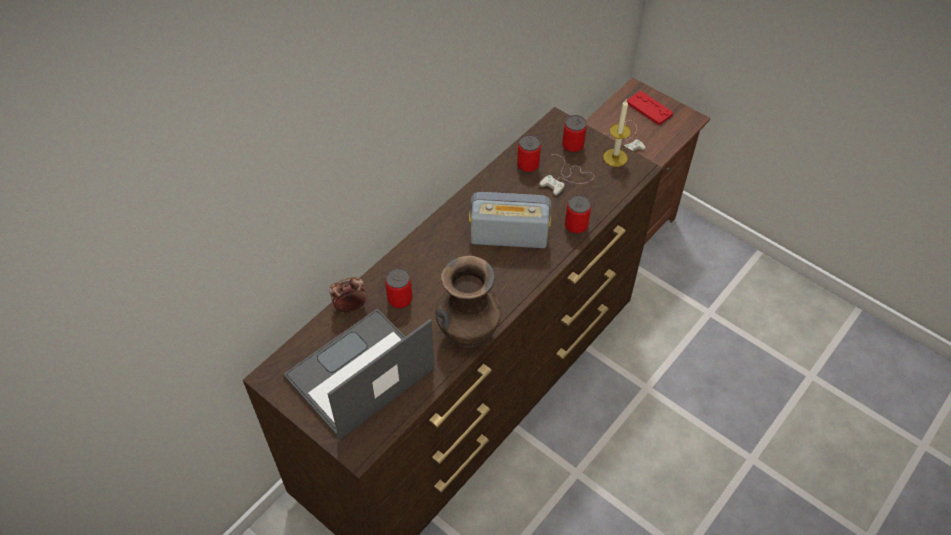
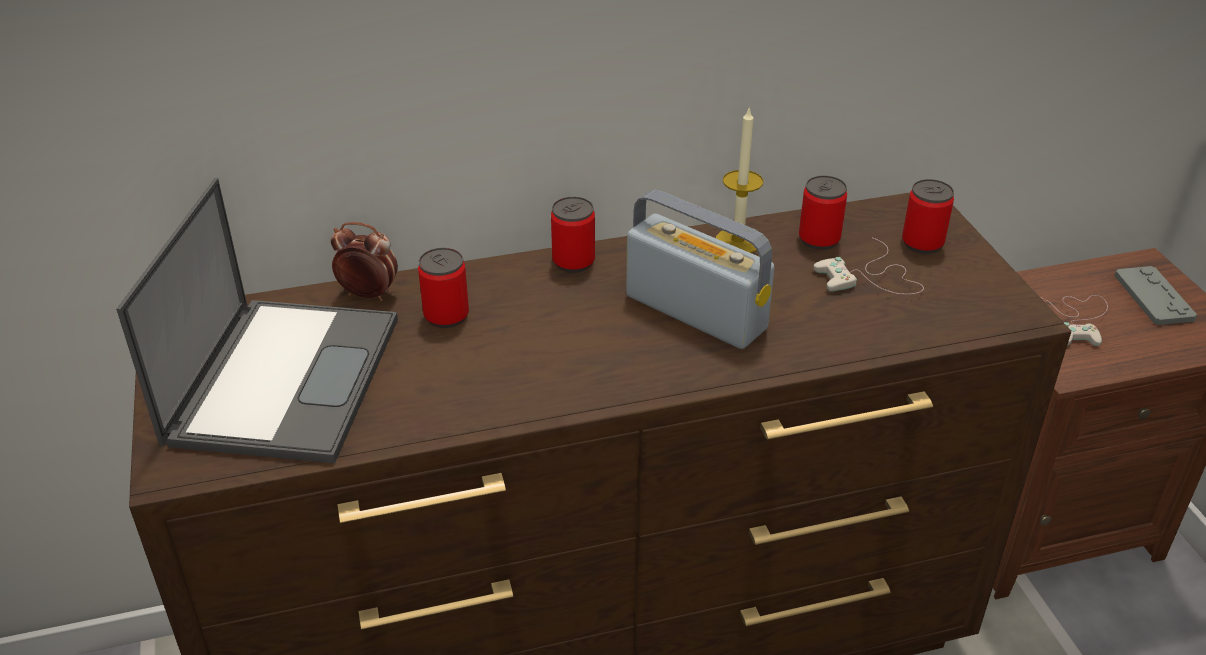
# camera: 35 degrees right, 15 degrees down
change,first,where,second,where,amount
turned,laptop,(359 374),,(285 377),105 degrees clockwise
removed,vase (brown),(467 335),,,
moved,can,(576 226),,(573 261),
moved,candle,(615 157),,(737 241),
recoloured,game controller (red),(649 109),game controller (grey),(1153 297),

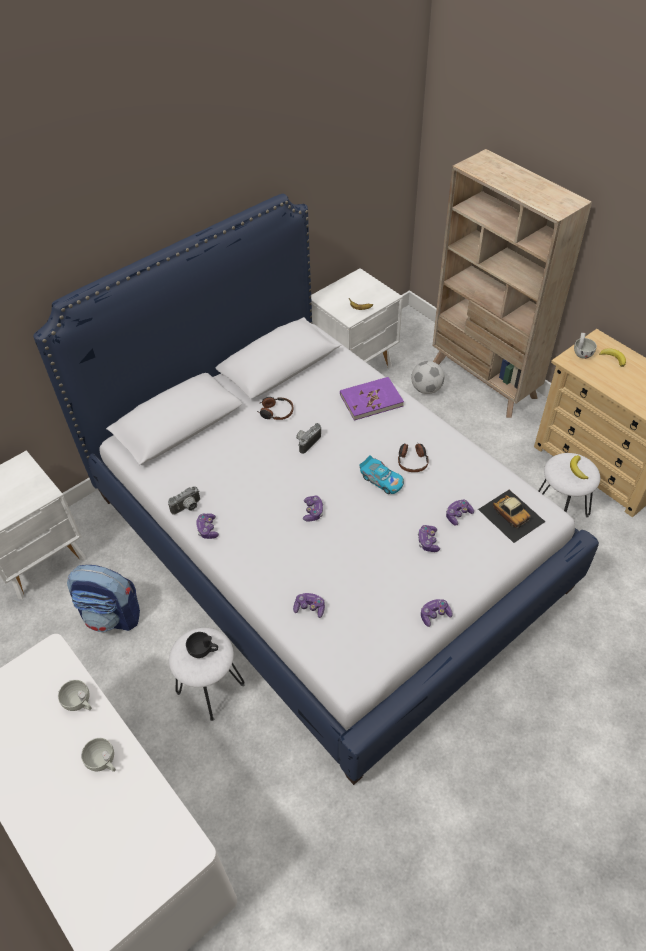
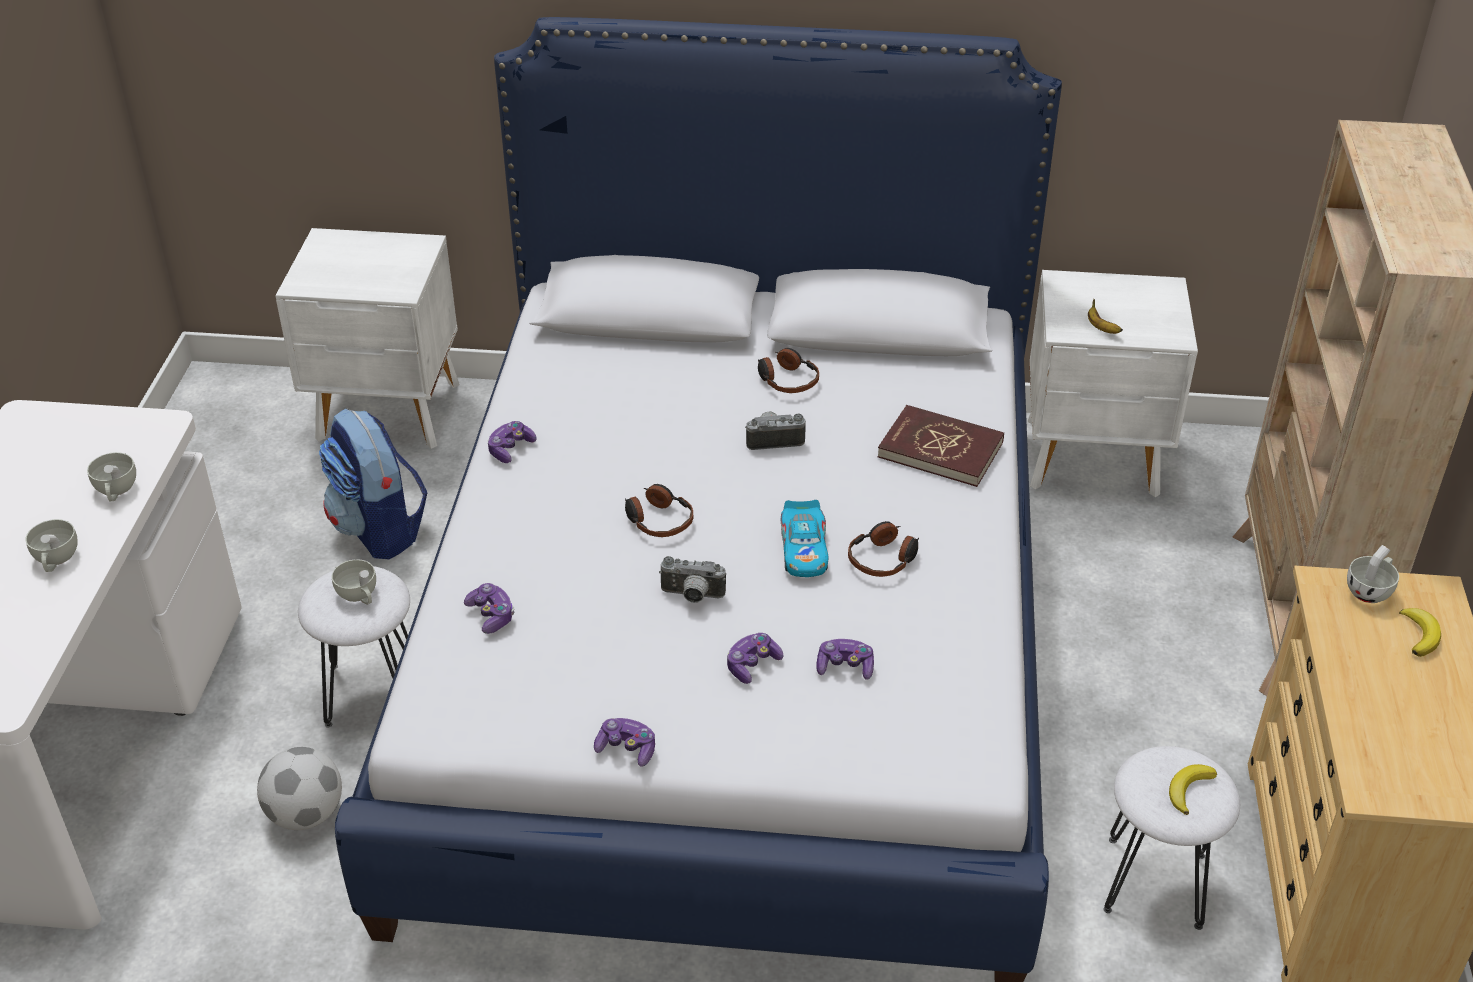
# camera: 45 degrees right, 10 degrees down
change,first,where,second,where,amount
moved,photo camera,(187 508),,(692 596),
recoloured,cup (black),(203 650),cup (white),(359 596),
replaced,game controller,(313 511),headphones,(658 520),
recoloured,book (purple),(371 400),book (red),(940 450),
moved,football,(426 389),,(306 814),
removed,toy car,(511 515),,,

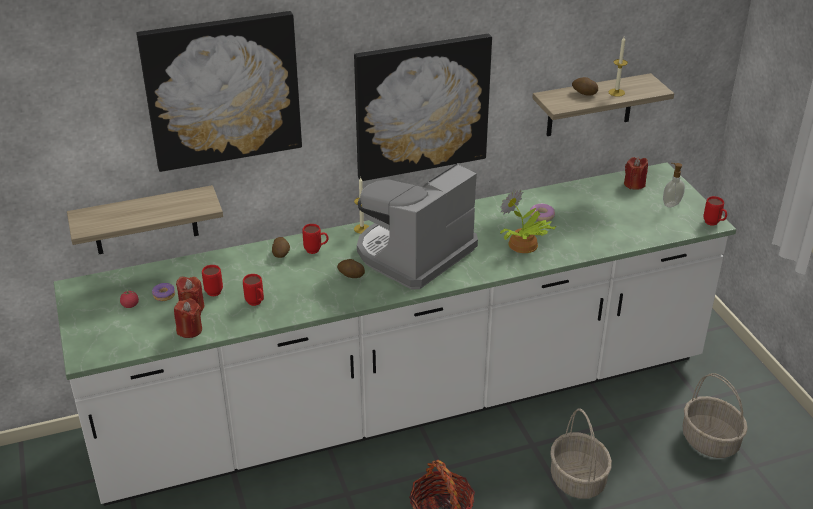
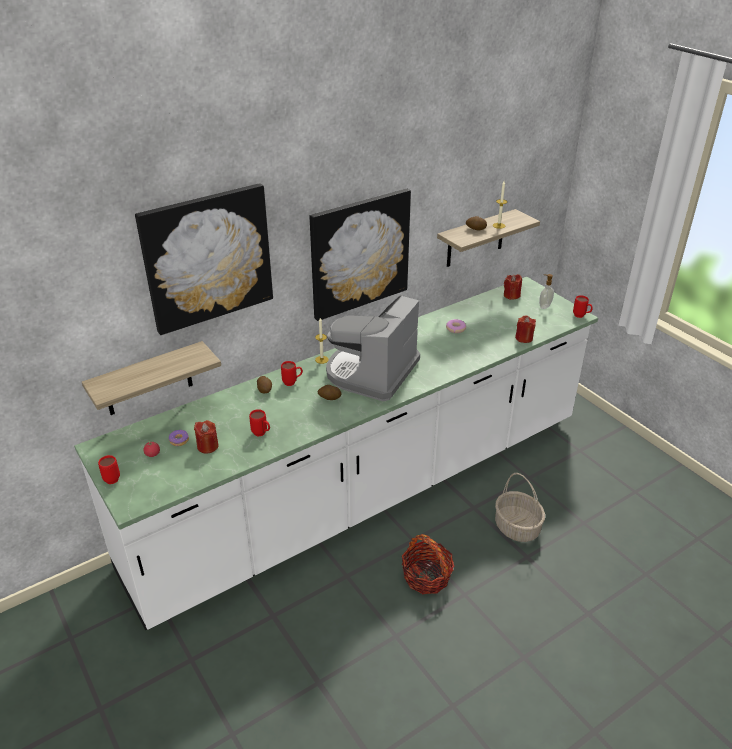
# camera: 15 degrees left, 0 degrees up
change,first,where,second,where,amount
moved,candle (red),(189 330),,(524 338),
moved,mug (red),(213 290),,(111 478),
removed,potted plant,(523 245),,,
removed,basket,(710 441),,,

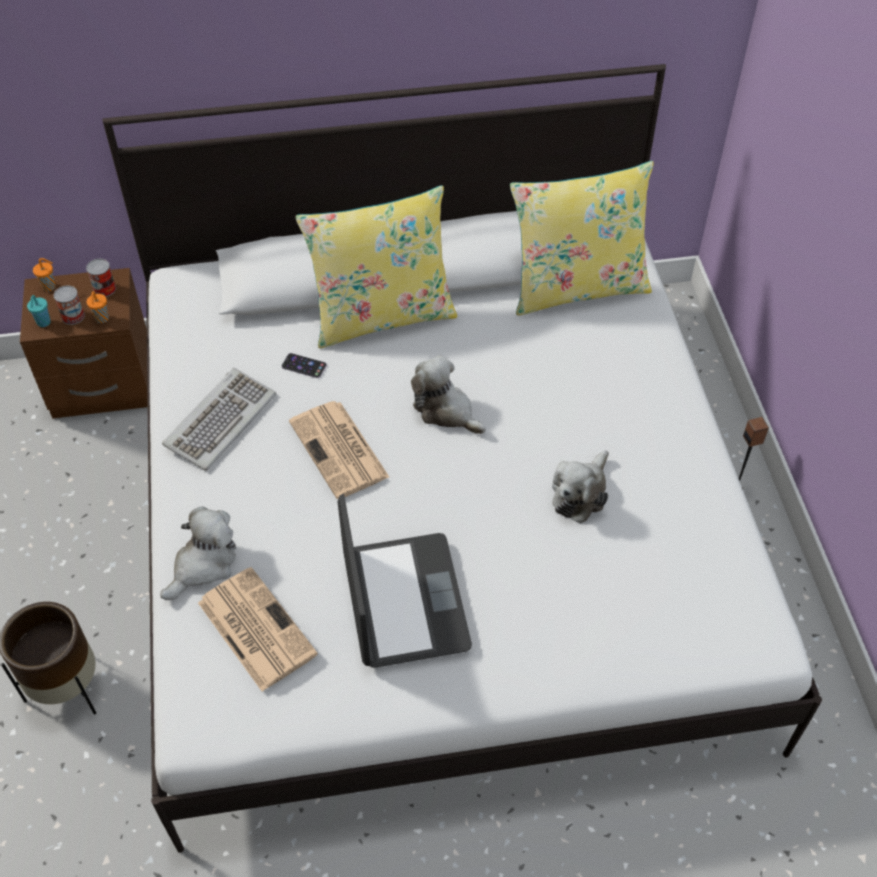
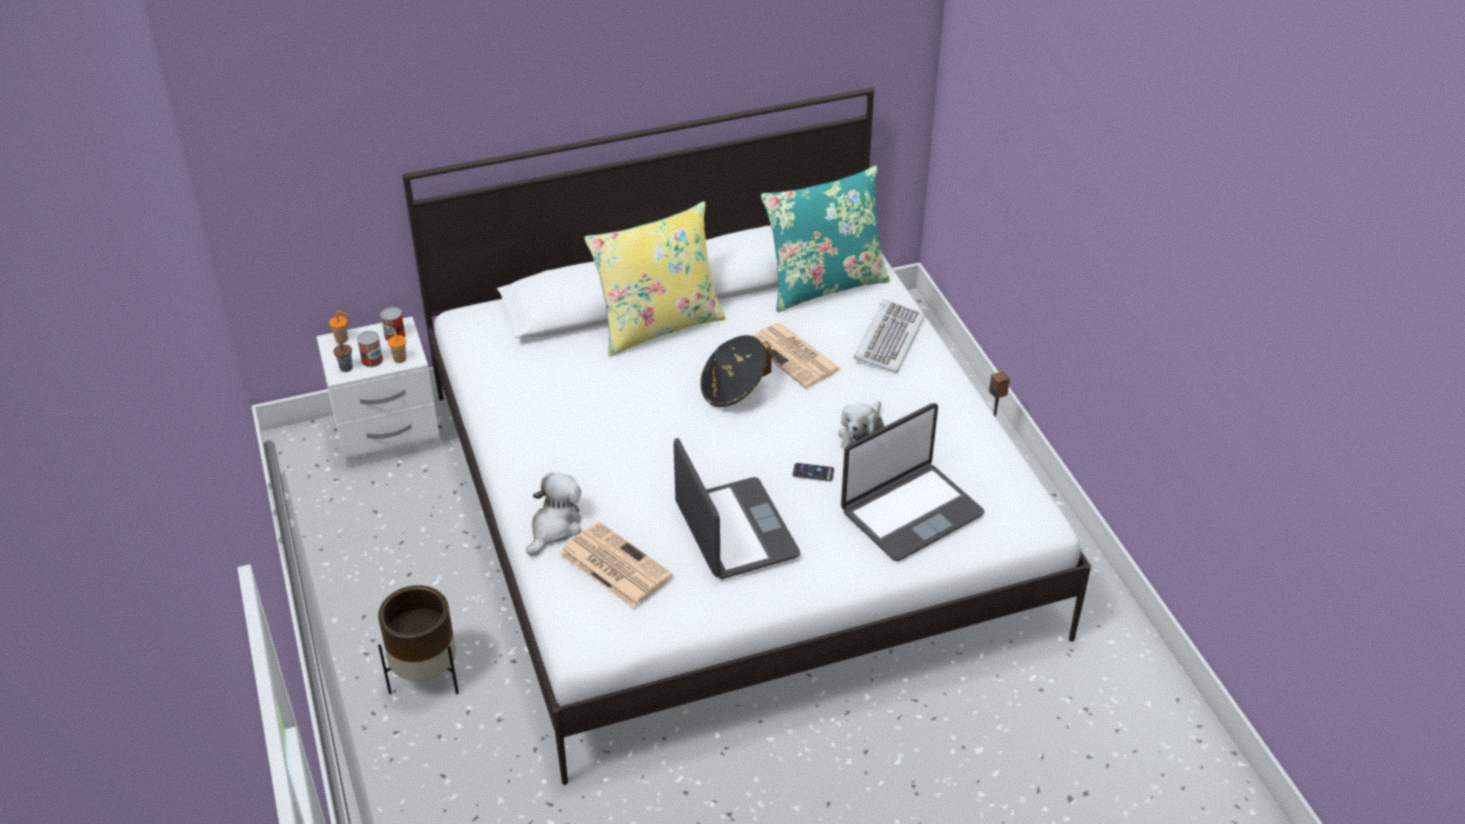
# camera: 10 degrees left, 10 degrees down
change,first,where,second,where,amount
recoloured,nightstand (brown),(103 386),nightstand (white),(388 436),
recoloured,cup (turquoise),(43 323),cup (brown),(346 369),
moved,keyboard,(220 421),,(888 339),
moved,phone,(304 366),,(813 472),
moved,newspaper,(340 450),,(795 356),
replaced,plush toy,(446 410),hat (black),(734 390),
recoloured,pillow (yellow),(577 287),pillow (turquoise),(824 285),
added,,,laptop,(910 512),

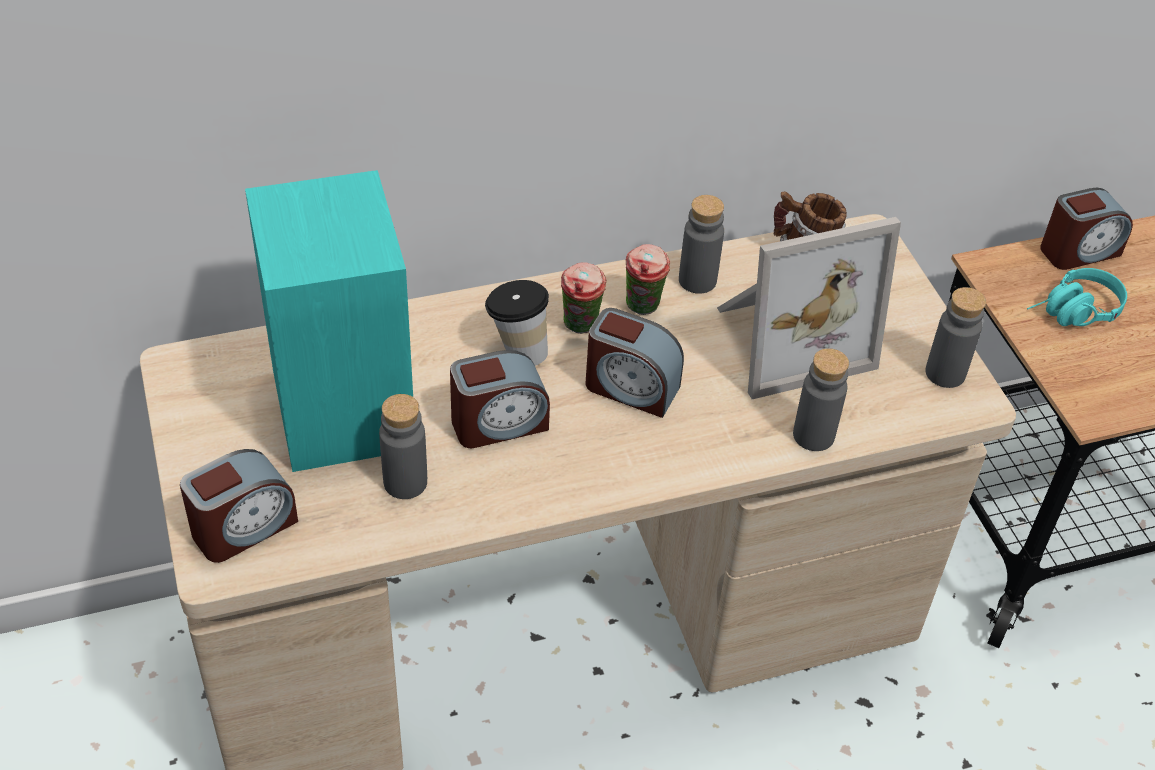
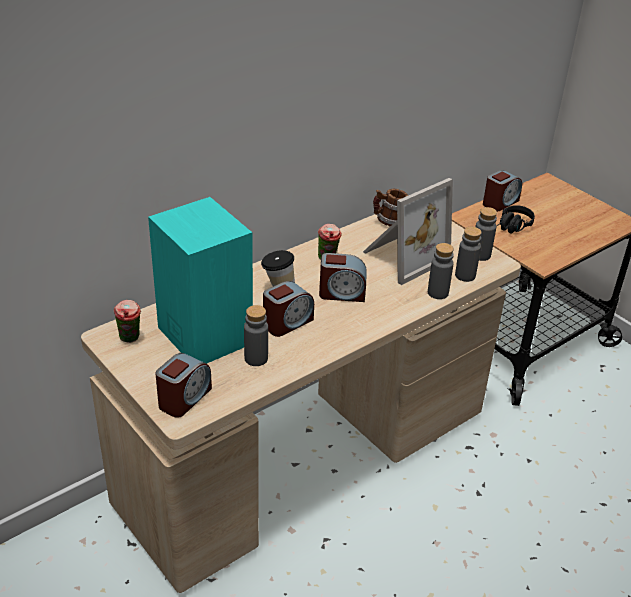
# camera: 20 degrees left, 10 degrees down
change,first,where,second,where,amount
moved,cup,(581 327),,(130 339),
moved,bottle (grey),(697 280),,(465 275),
recoloured,headphones (turquoise),(1072 314),headphones (black),(511 228),

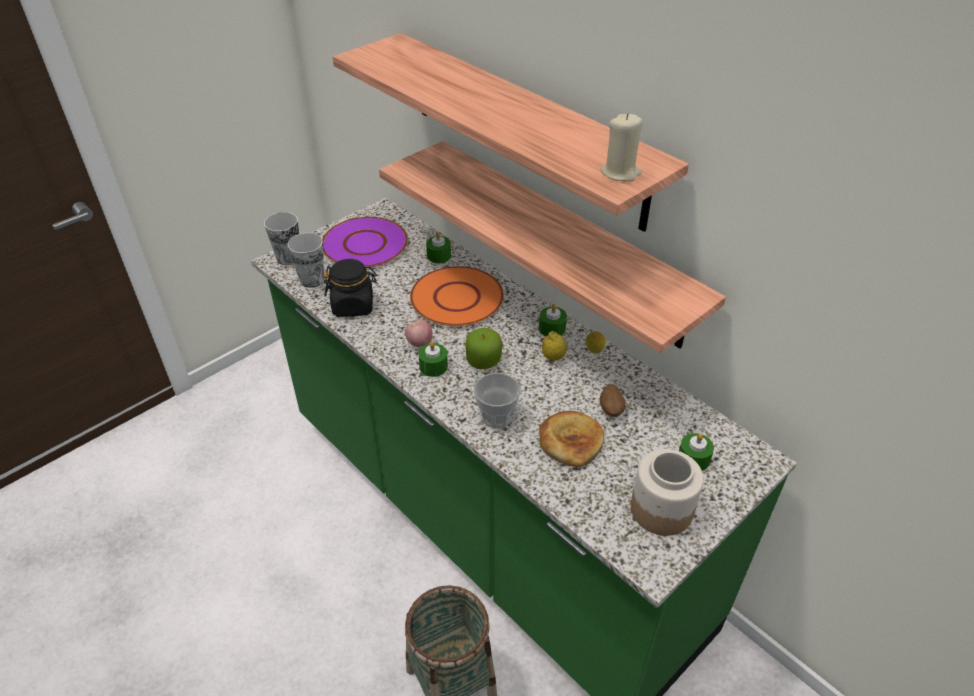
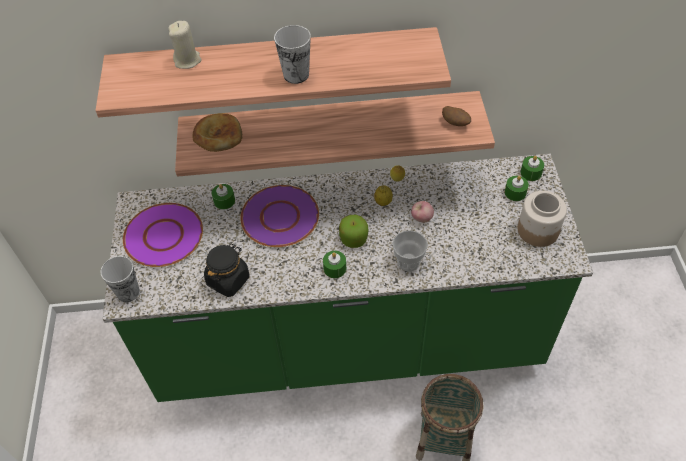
# camera: 50 degrees left, 10 degrees up
change,first,where,second,where,amount
moved,cup,(312 279),,(296 75),
moved,apple,(419 343),,(421 218),
recoloured,plate (orange),(457 298),plate (purple),(280 217),
moved,candle (green),(552 328),,(531 173),
moved,bread,(570 441),,(218 135),
moved,candle (beige),(620 173),,(187 60),
moved,potato,(611 410),,(455 123),

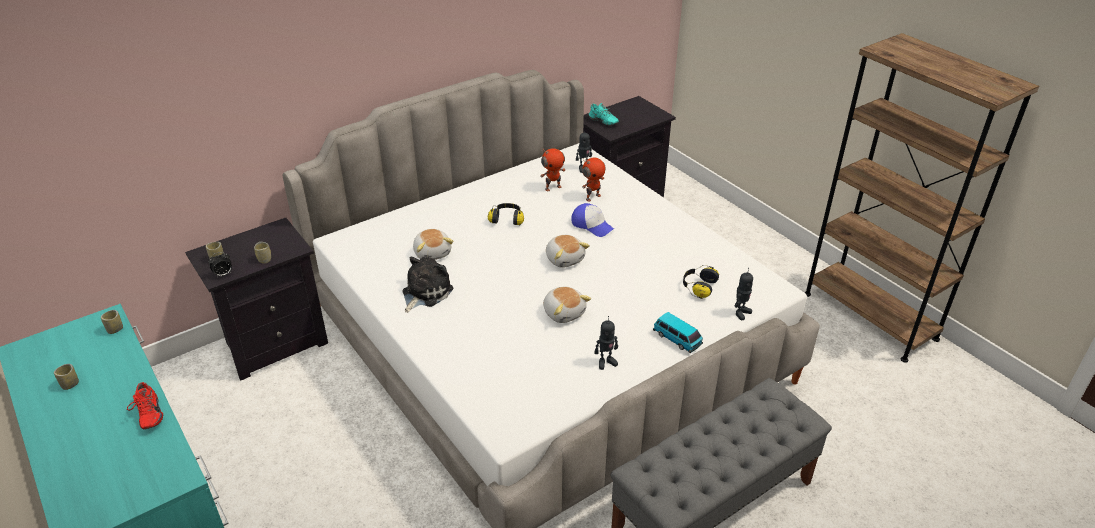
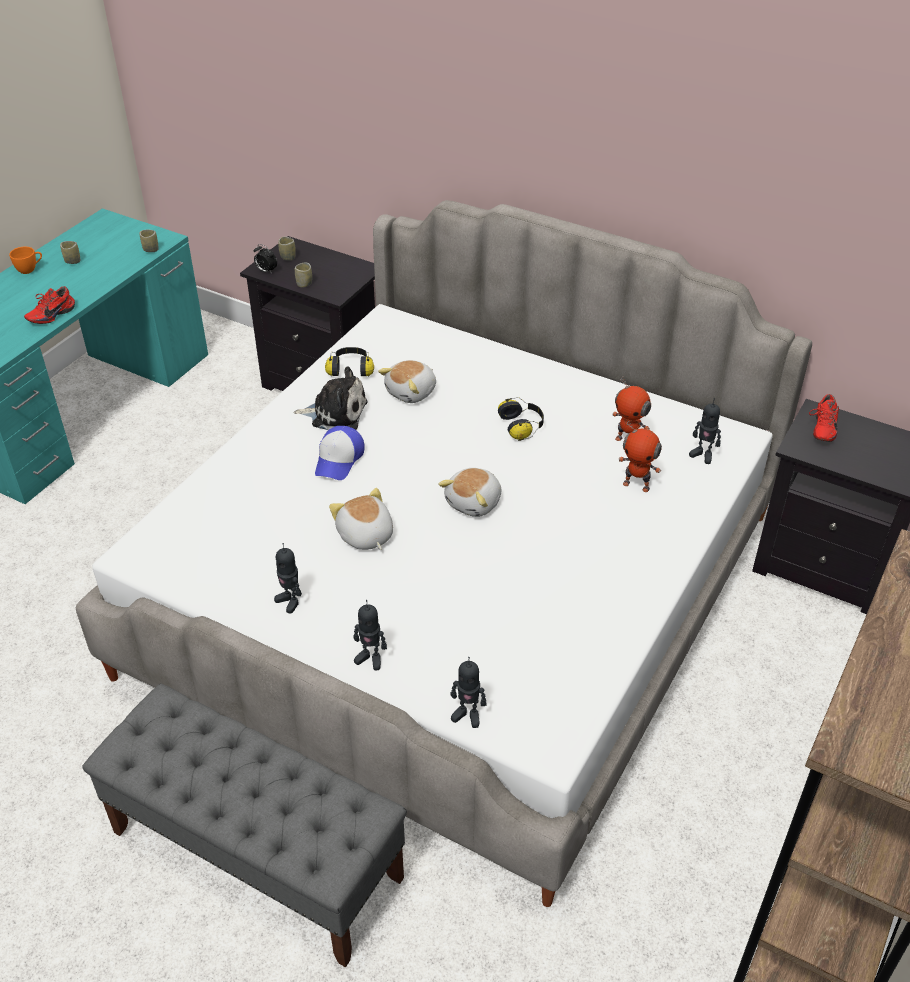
# camera: 65 degrees right, 5 degrees up
change,first,where,second,where,amount
turned,plush toy,(564 312),,(365 535),120 degrees clockwise
moved,cap,(592 225),,(339 459),
recoloured,shoe (turquoise),(602 122),shoe (red),(821 429),
replaced,toy car,(677 339),toy robot,(370 658),
moved,headphones,(698 287),,(351 369),
added,,,cup (orange),(30 269),

